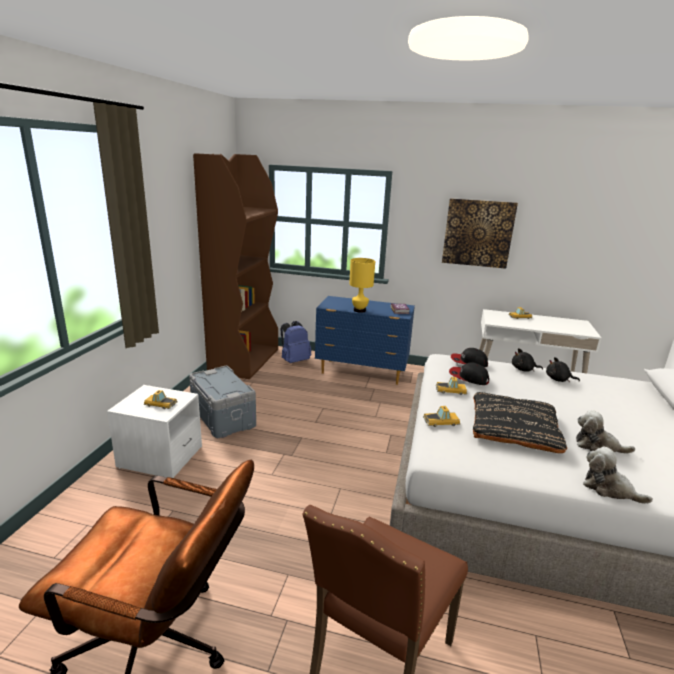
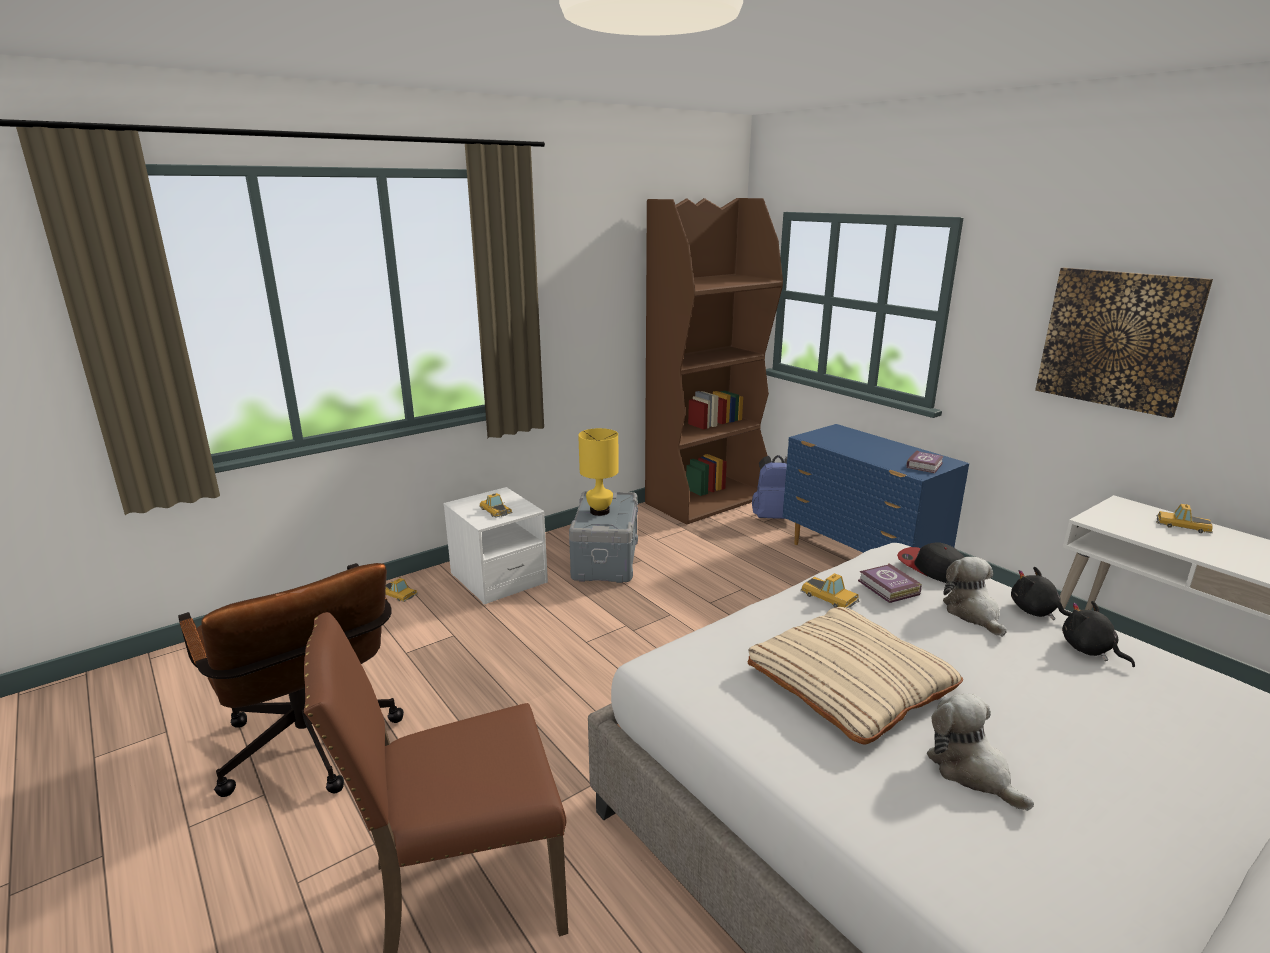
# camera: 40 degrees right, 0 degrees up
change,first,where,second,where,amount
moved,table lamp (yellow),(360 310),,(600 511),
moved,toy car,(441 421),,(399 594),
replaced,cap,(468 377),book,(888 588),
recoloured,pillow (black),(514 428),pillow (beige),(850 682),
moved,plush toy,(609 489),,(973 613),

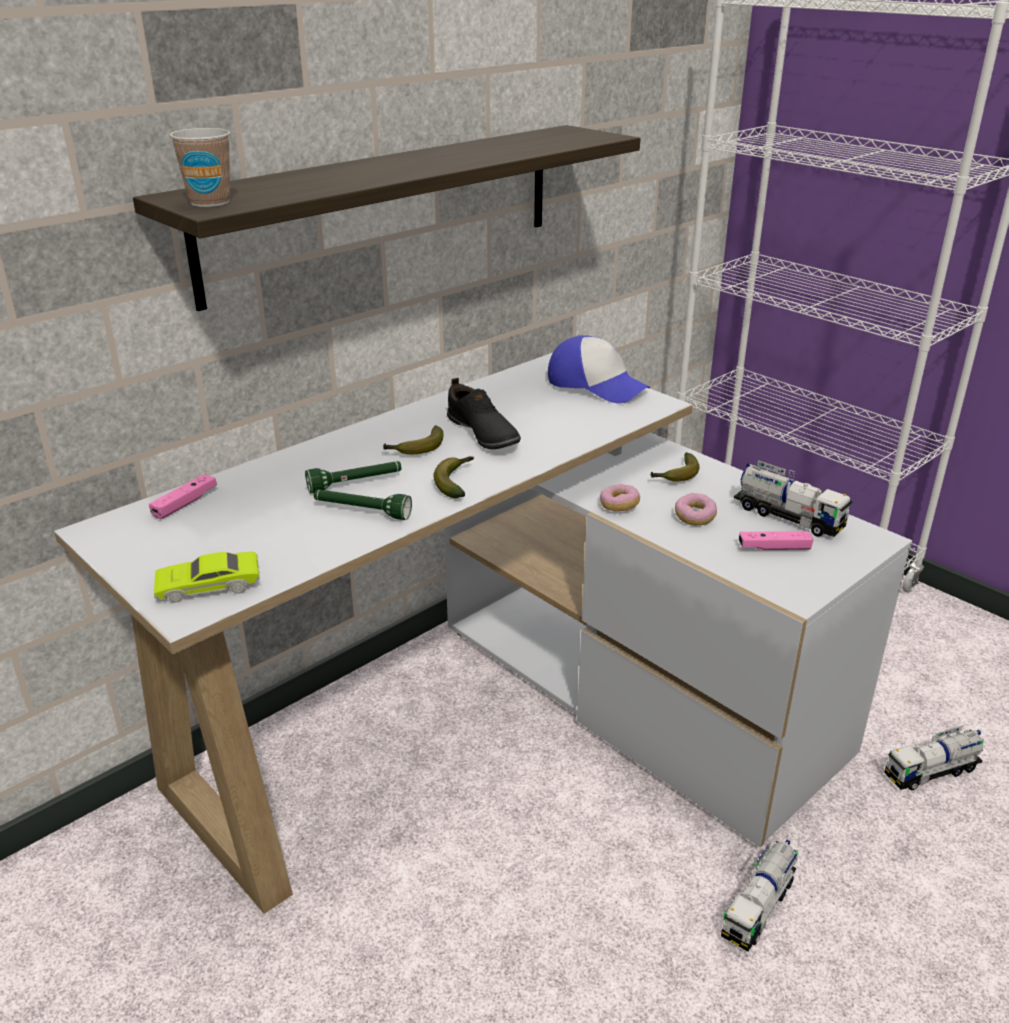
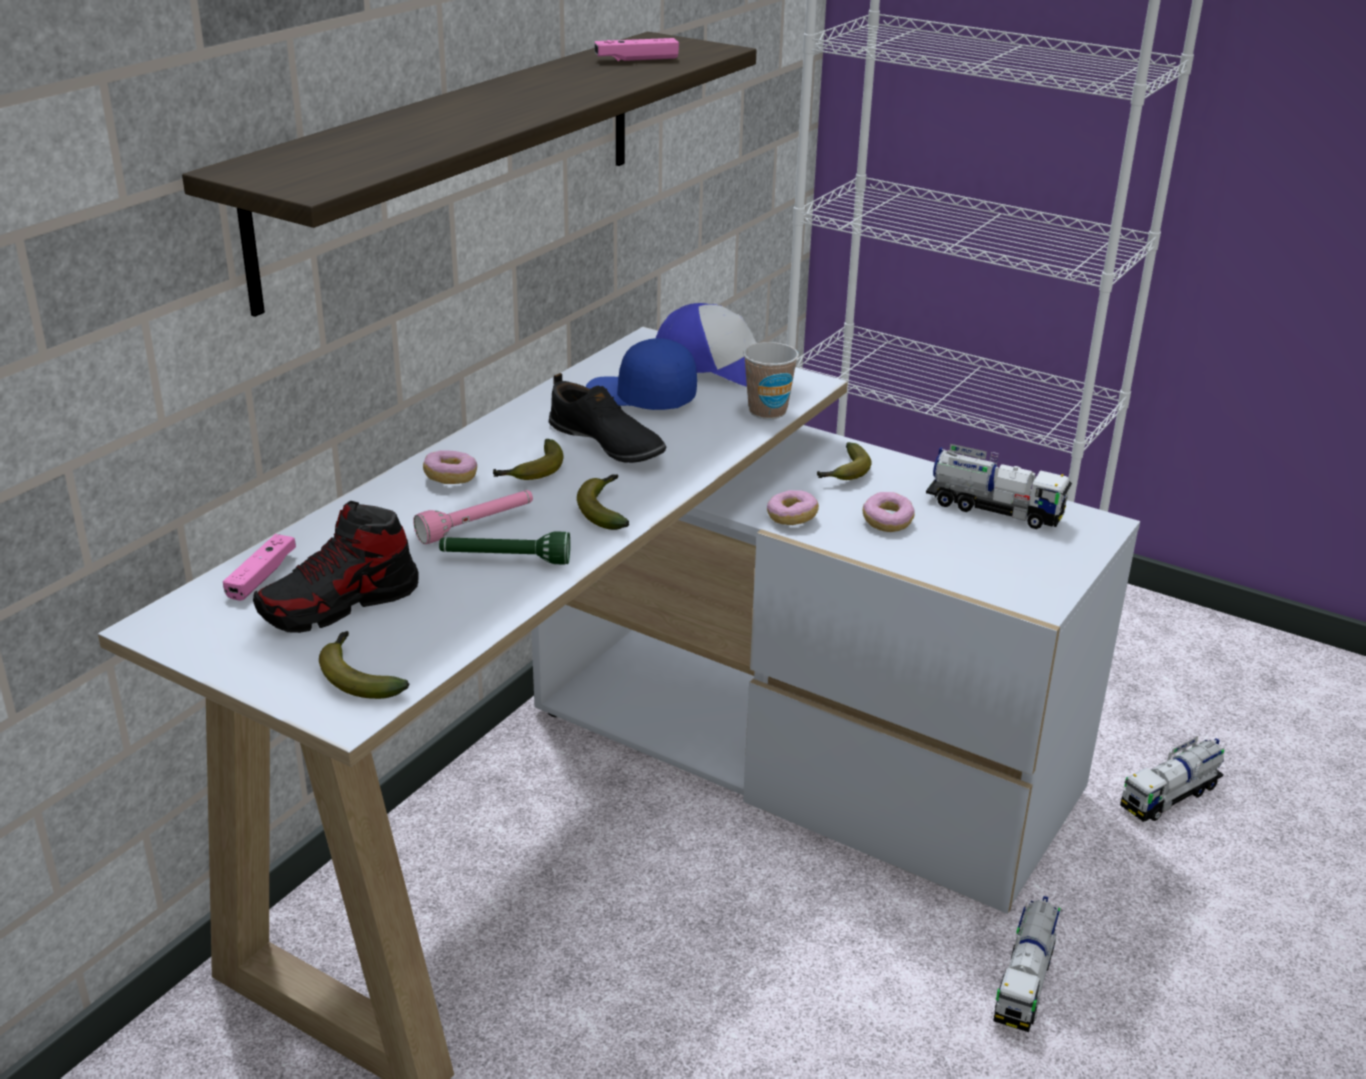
# camera: 15 degrees left, 0 degrees up
change,first,where,second,where,amount
replaced,toy car (green),(209 585),banana,(358 676),
moved,cup,(210 202),,(767 411),
recoloured,flashlight (green),(355 484),flashlight (pink),(477 526),
moved,game controller (pink),(774 548),,(636 59),
added,,,shoe,(340 604),
added,,,donut,(451 478),
added,,,cap (blue),(640 398),

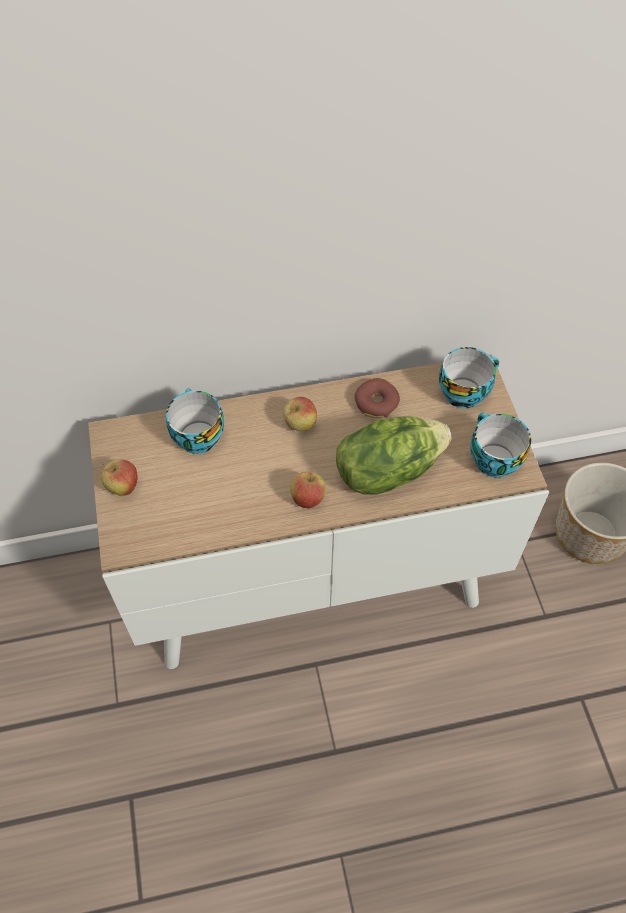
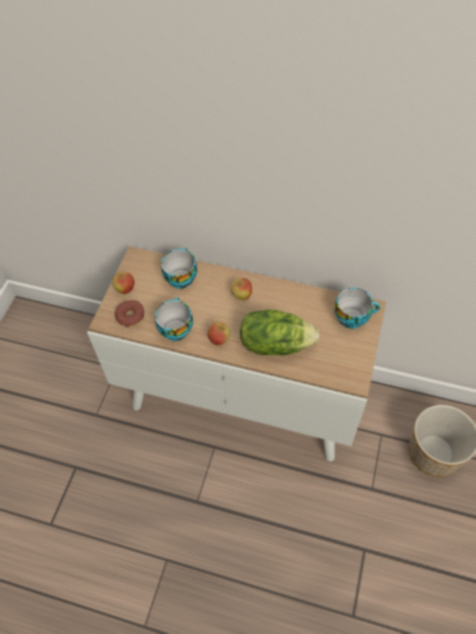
# camera: 30 degrees right, 0 degrees up
change,first,where,second,where,amount
moved,donut,(376 403),,(130 316),
moved,cup,(491 459),,(175 328),

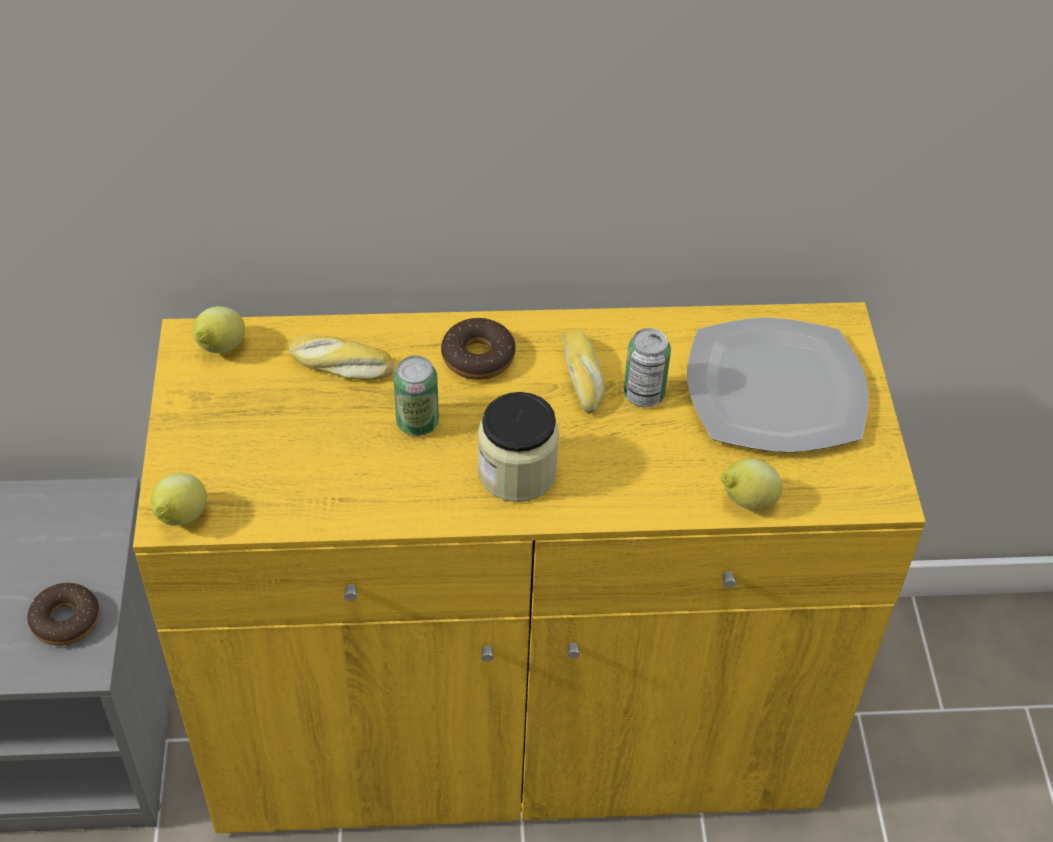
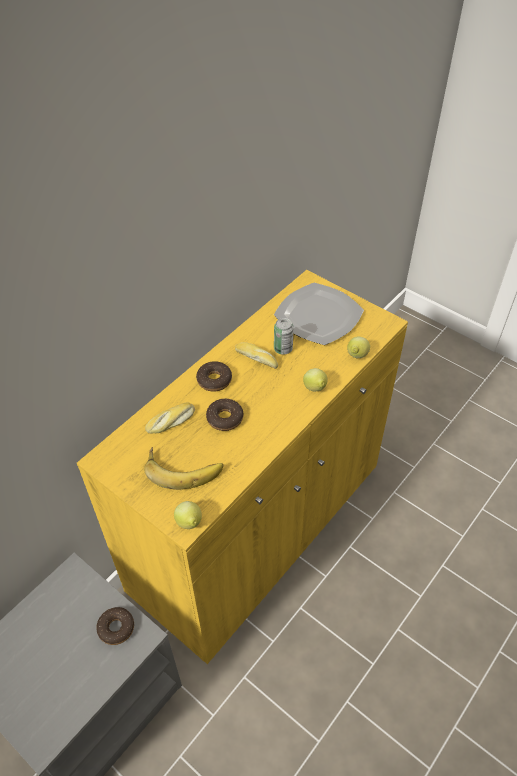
# camera: 45 degrees left, 0 degrees up
change,first,where,second,where,amount
moved,lemon,(220 350),,(315 389),
replaced,can,(417 422),donut,(225 418),
removed,jar,(517 472),,,
added,,,banana,(183 468),

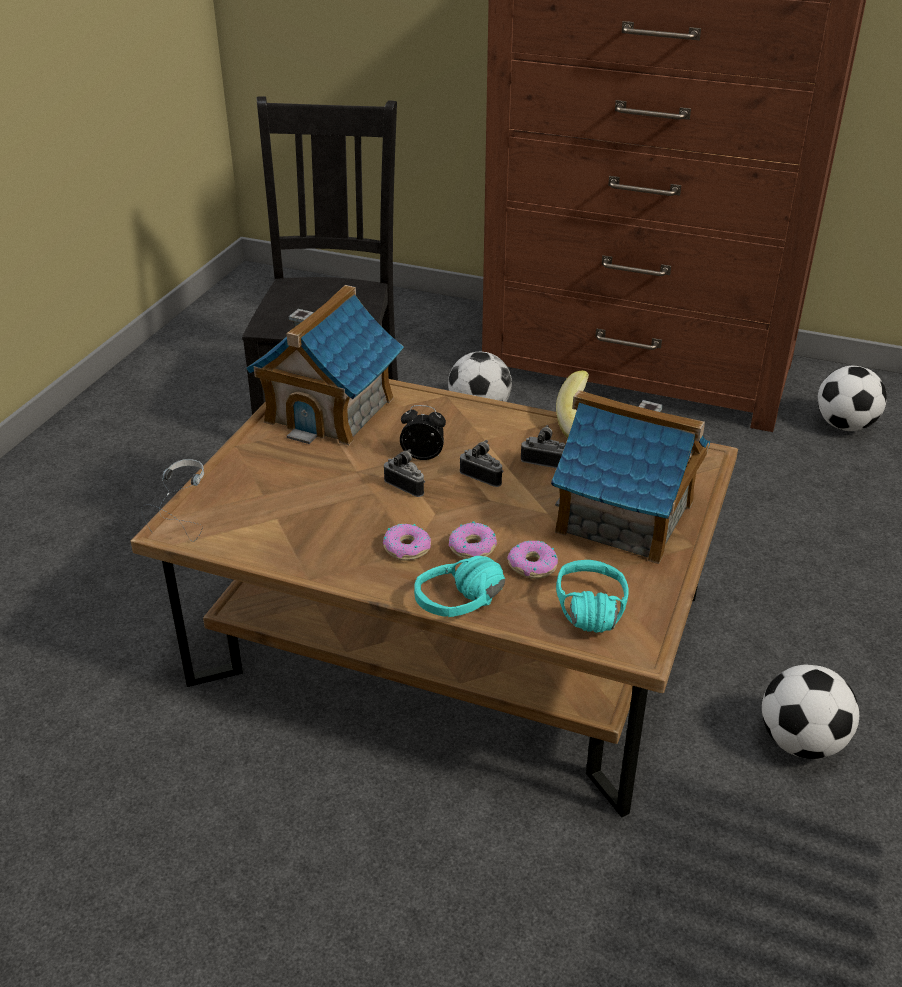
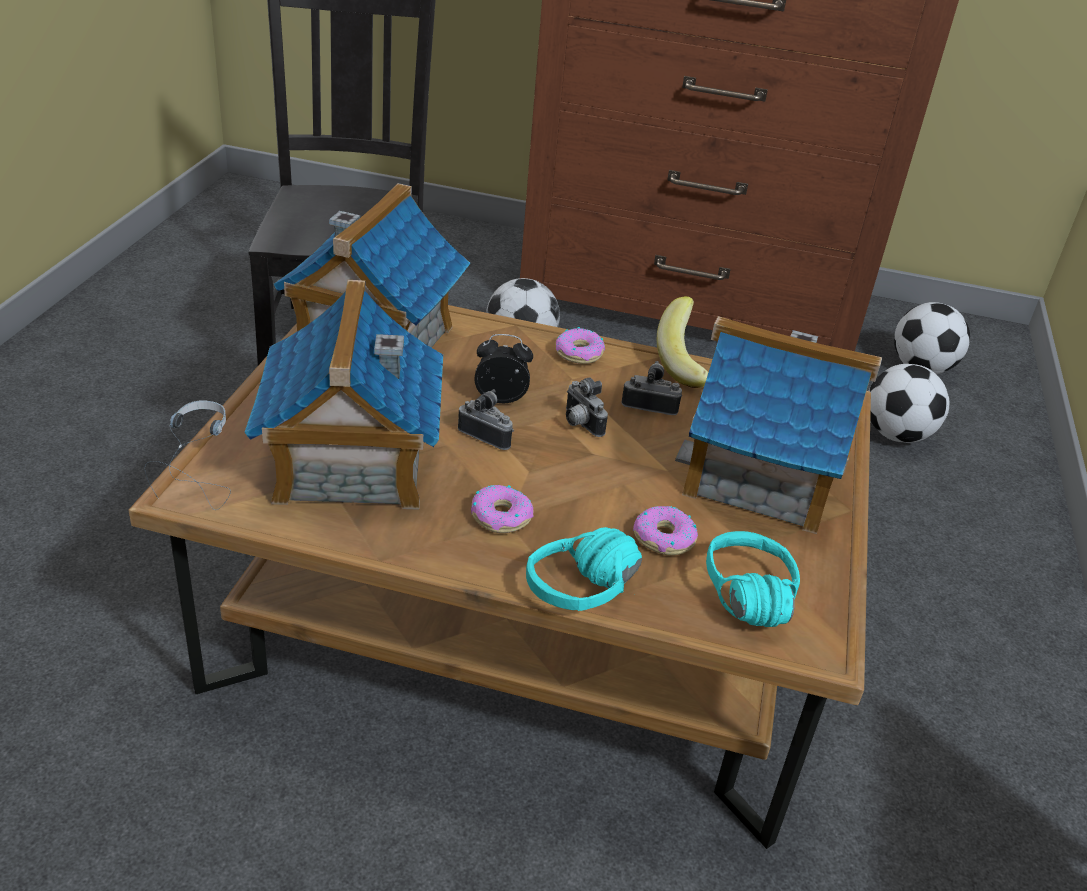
# camera: 10 degrees left, 0 degrees up
change,first,where,second,where,amount
moved,donut,(473 547),,(579 353),
turned,photo camera,(483 476),,(579 424),150 degrees counterclockwise
moved,football,(801 743),,(896 435),
added,,,toy house,(351 463),

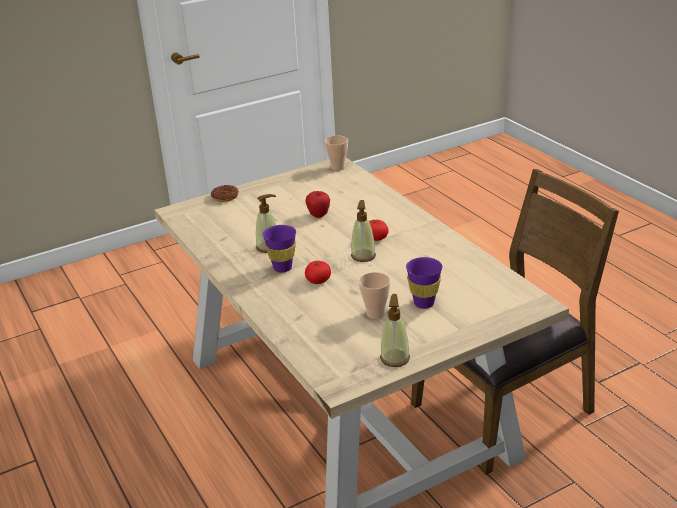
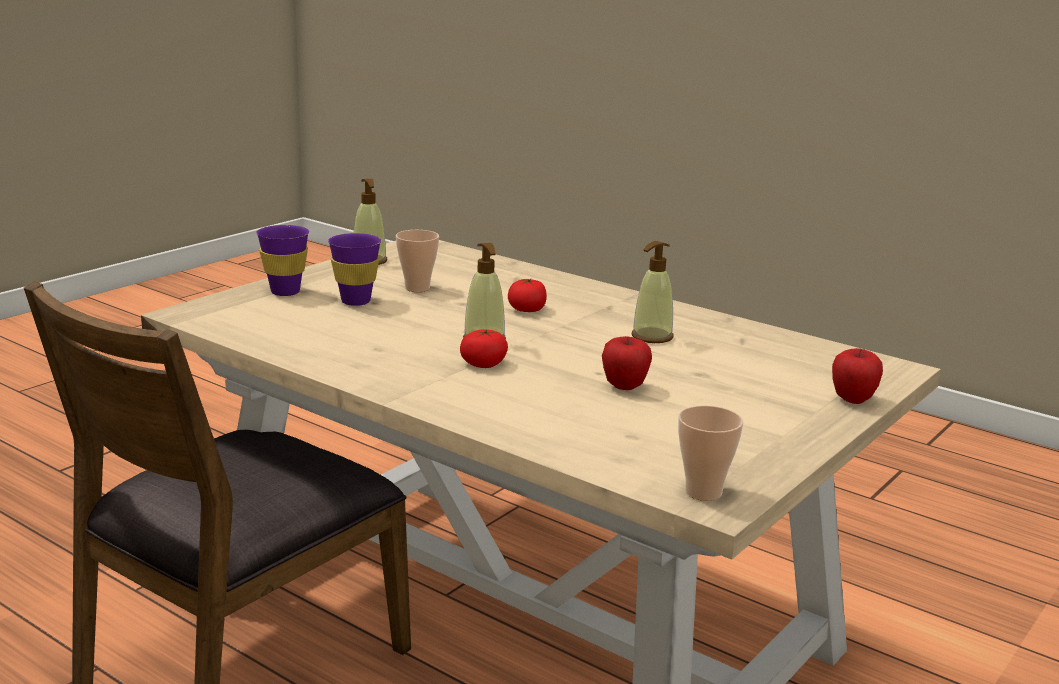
# camera: 155 degrees right, 10 degrees down
change,first,where,second,where,amount
replaced,donut,(225 197),apple,(852 400),
moved,cup (purple),(282 268),,(285 292),

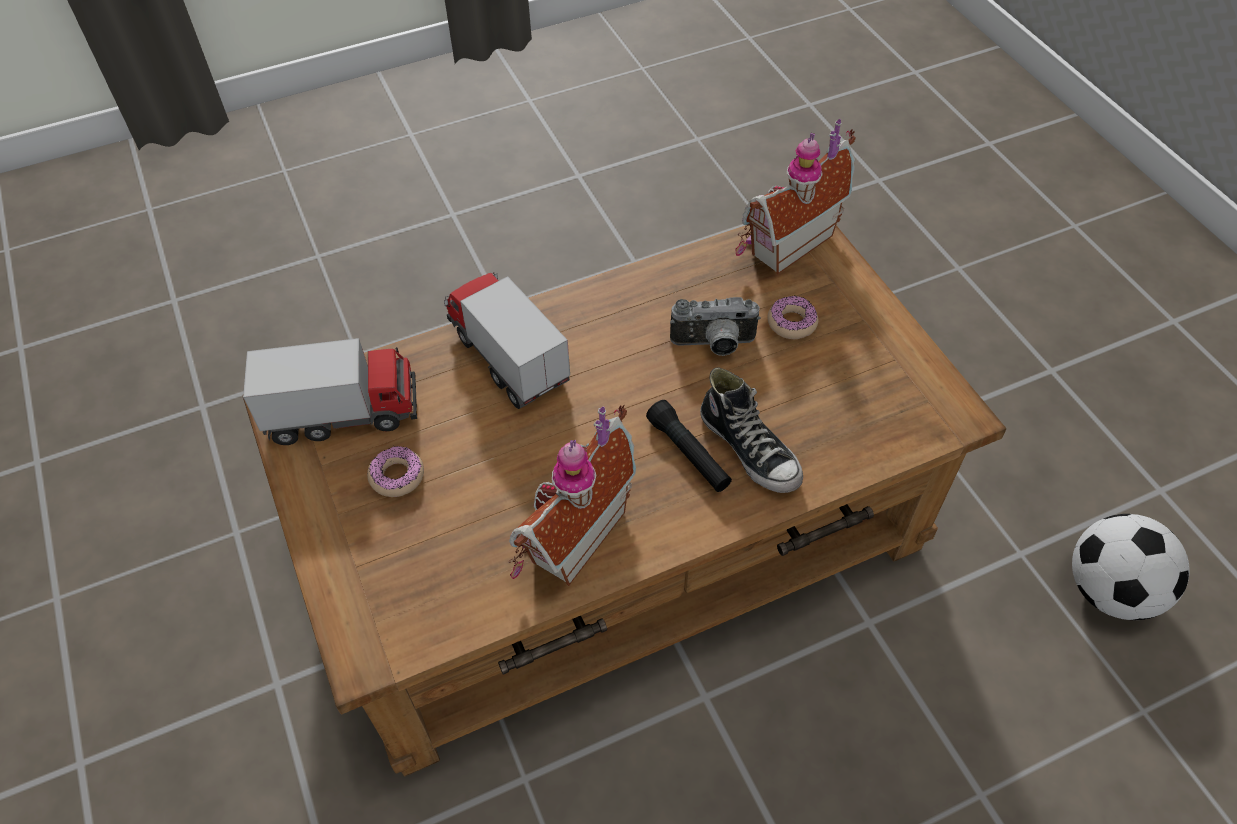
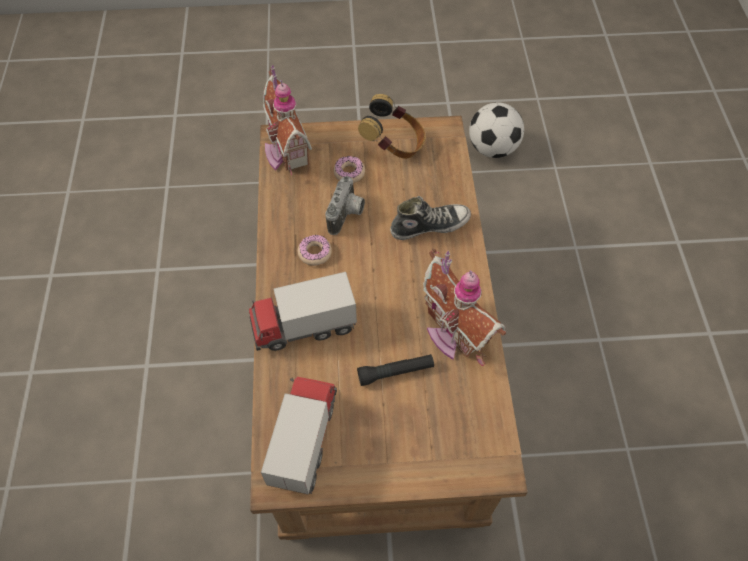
# camera: 70 degrees left, 5 degrees up
change,first,where,second,where,amount
moved,donut,(397 476),,(314 253),
moved,flashlight (black),(688 454),,(395 372),
added,,,headphones,(394 145),

